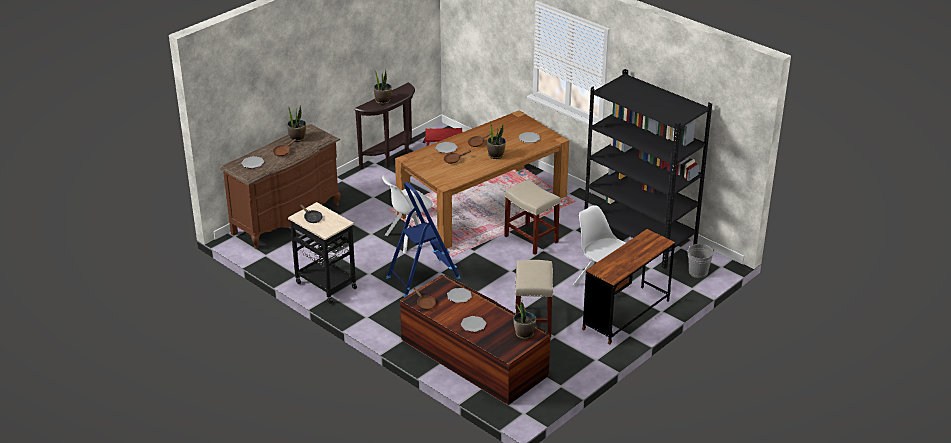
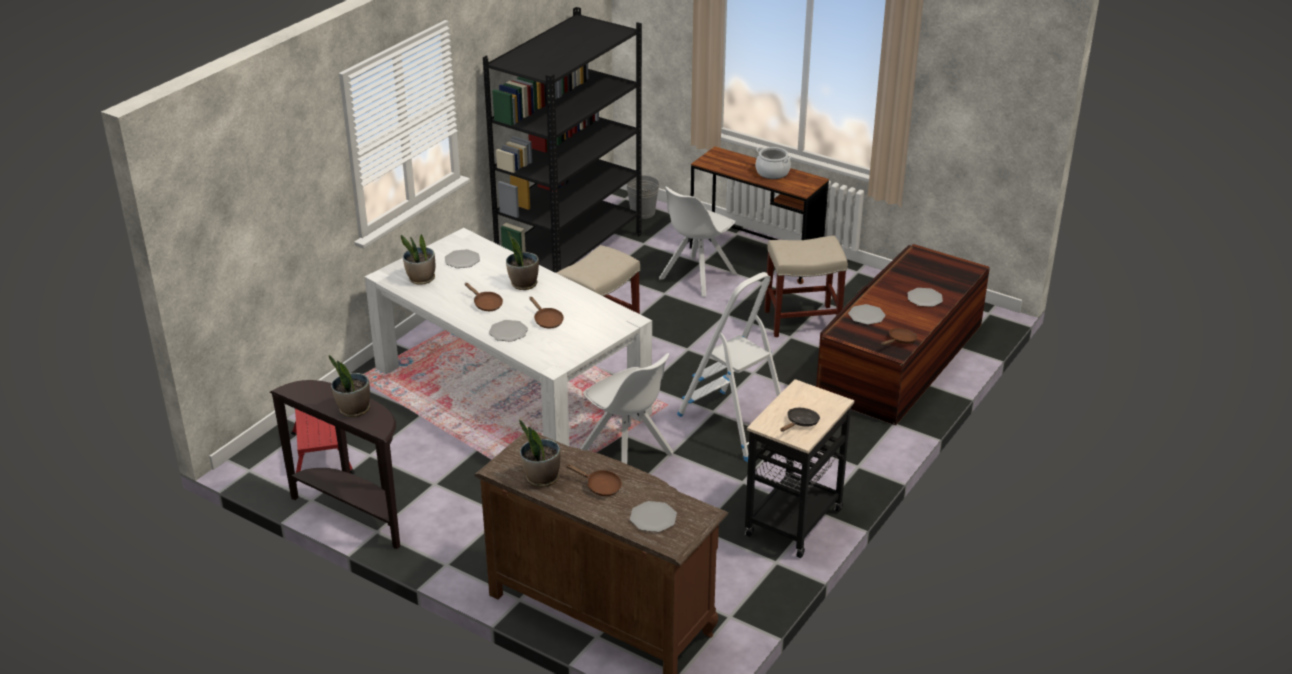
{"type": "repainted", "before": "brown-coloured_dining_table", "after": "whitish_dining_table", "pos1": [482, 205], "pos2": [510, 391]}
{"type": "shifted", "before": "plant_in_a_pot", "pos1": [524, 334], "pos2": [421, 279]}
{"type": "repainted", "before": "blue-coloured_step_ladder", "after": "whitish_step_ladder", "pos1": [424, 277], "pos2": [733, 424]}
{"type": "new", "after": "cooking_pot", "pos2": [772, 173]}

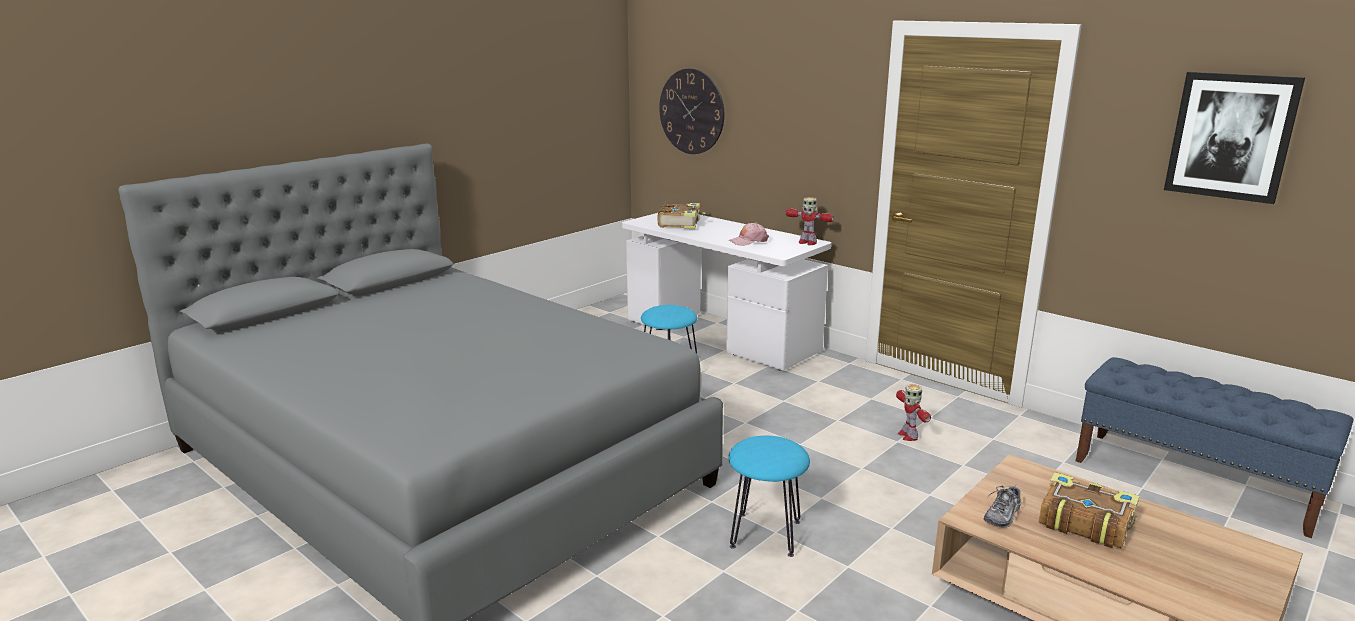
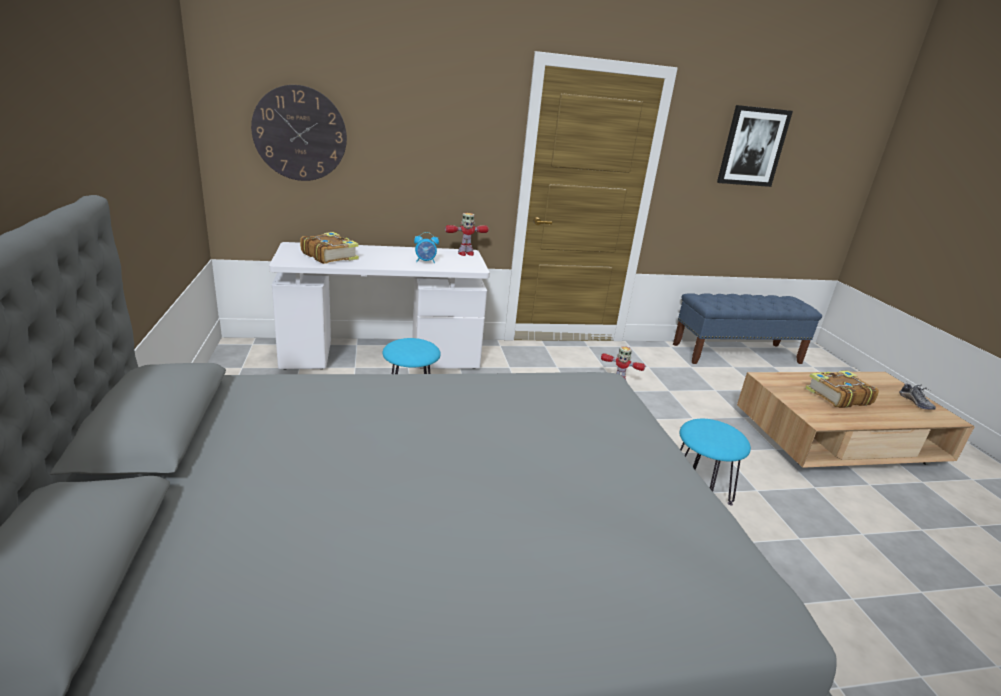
{"type": "swapped", "before": "pink_baseball_cap", "after": "alarm_clock", "pos1": [748, 241], "pos2": [425, 261]}
{"type": "shifted", "before": "shoe", "pos1": [1002, 515], "pos2": [915, 402]}

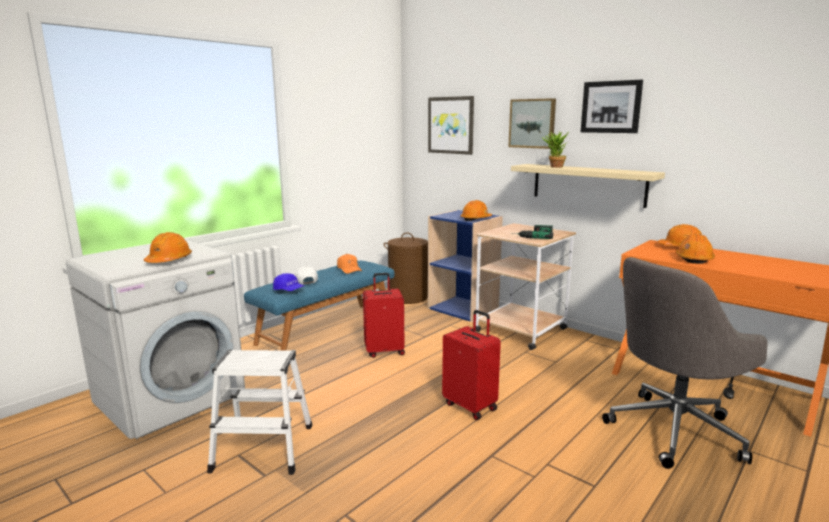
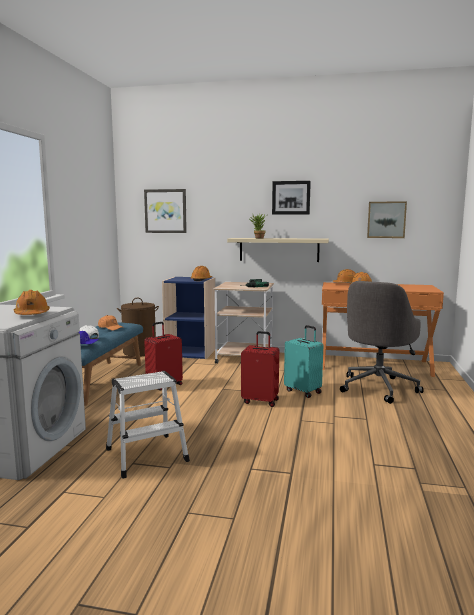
{"type": "new", "after": "blue-green_piece_of_luggage", "pos2": [303, 391]}
{"type": "shifted", "before": "wall_art", "pos1": [532, 123], "pos2": [386, 219]}

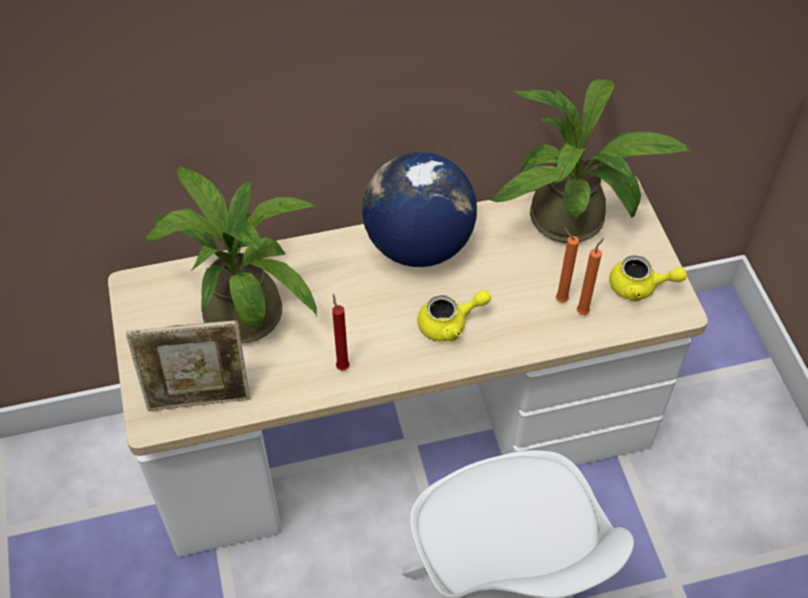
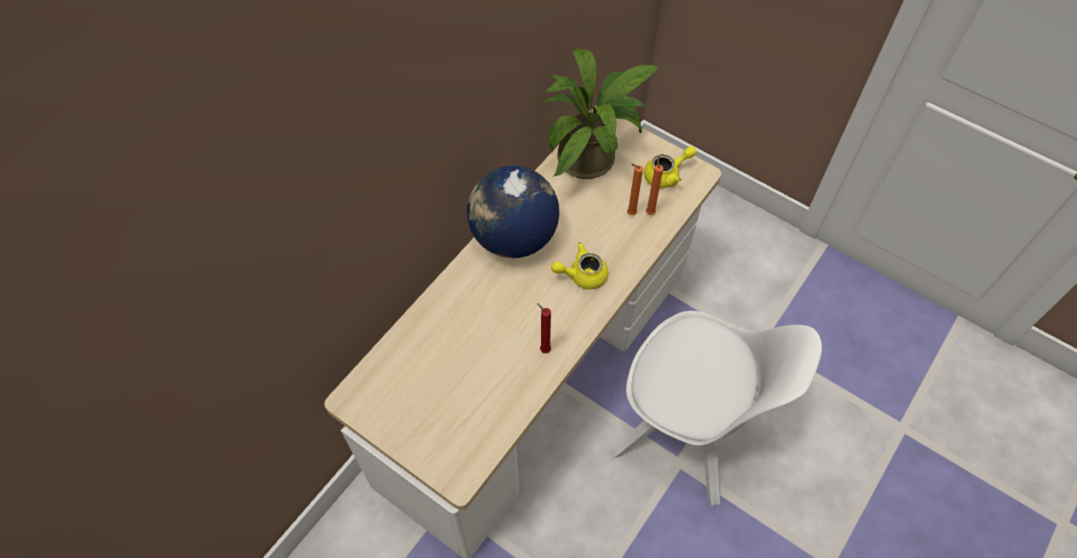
{"type": "rotated", "before": "yellow-coloured_pot_for_tea", "pos1": [450, 324], "pos2": [582, 275], "turn": -135}
{"type": "gone", "before": "picture_frame", "pos1": [200, 399]}
{"type": "gone", "before": "plant_in_a_pot", "pos1": [241, 306]}

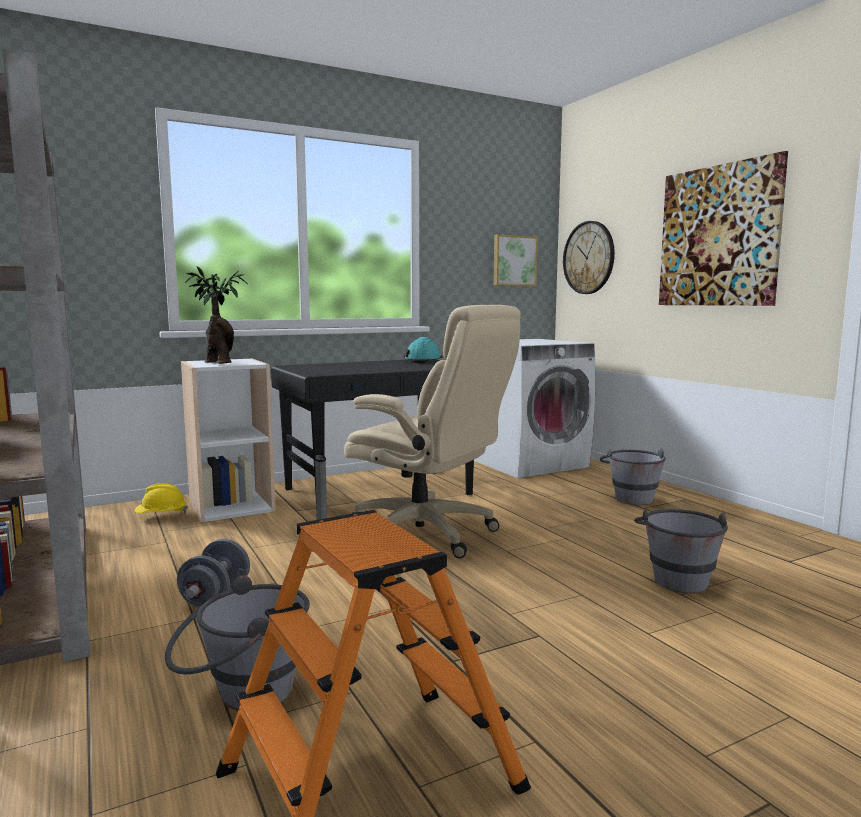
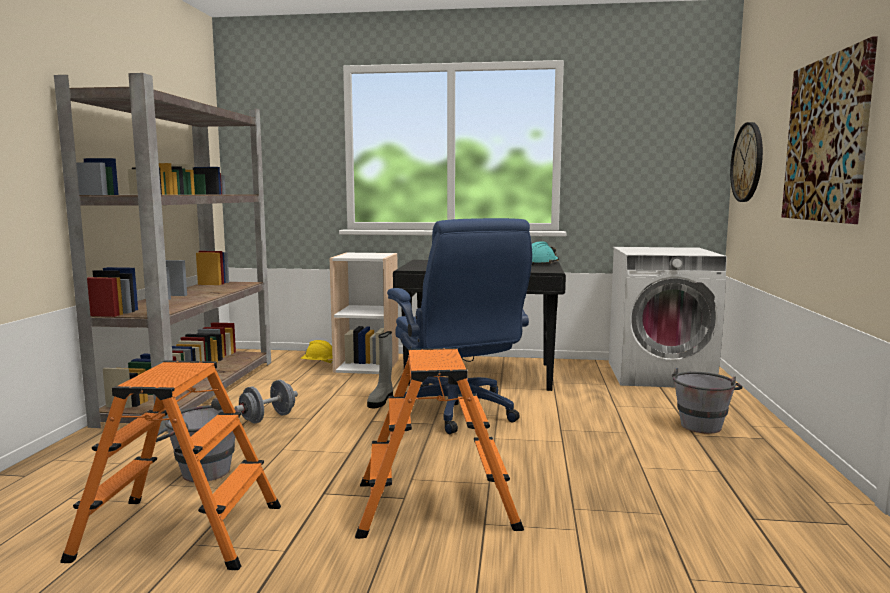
{"type": "new", "after": "orange-coloured_step_ladder", "pos2": [436, 505]}
{"type": "repainted", "before": "beige_desk_chair", "after": "blue-coloured_desk_chair", "pos1": [430, 536], "pos2": [458, 414]}
{"type": "gone", "before": "plant_in_a_pot", "pos1": [218, 363]}
{"type": "gone", "before": "wall_art", "pos1": [514, 260]}
{"type": "gone", "before": "greyish_pail", "pos1": [677, 577]}

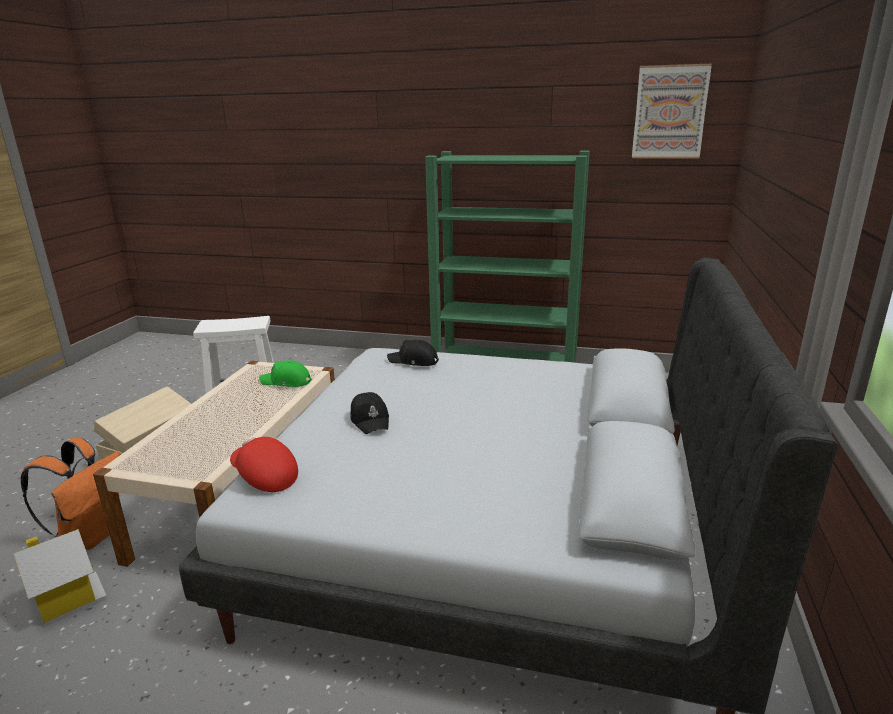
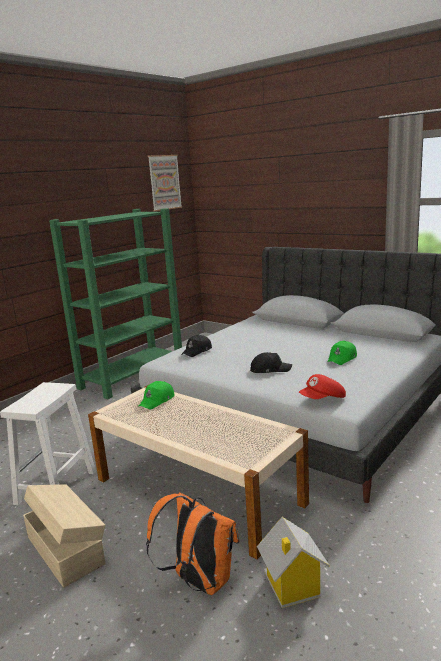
{"type": "new", "after": "greenish_baseball_cap", "pos2": [342, 358]}

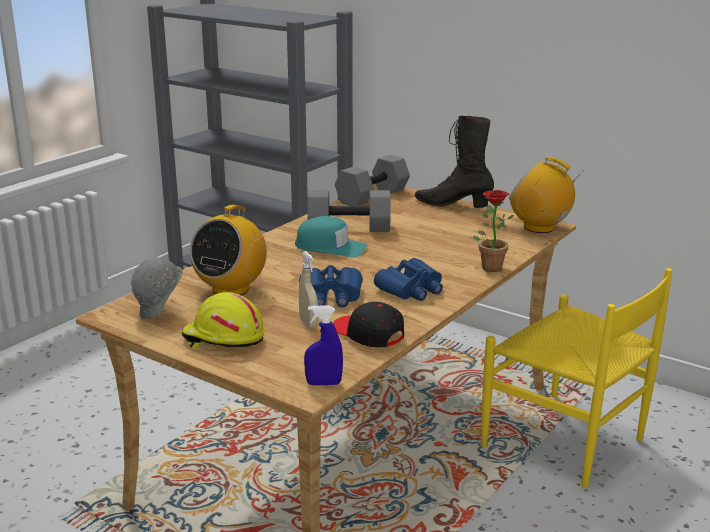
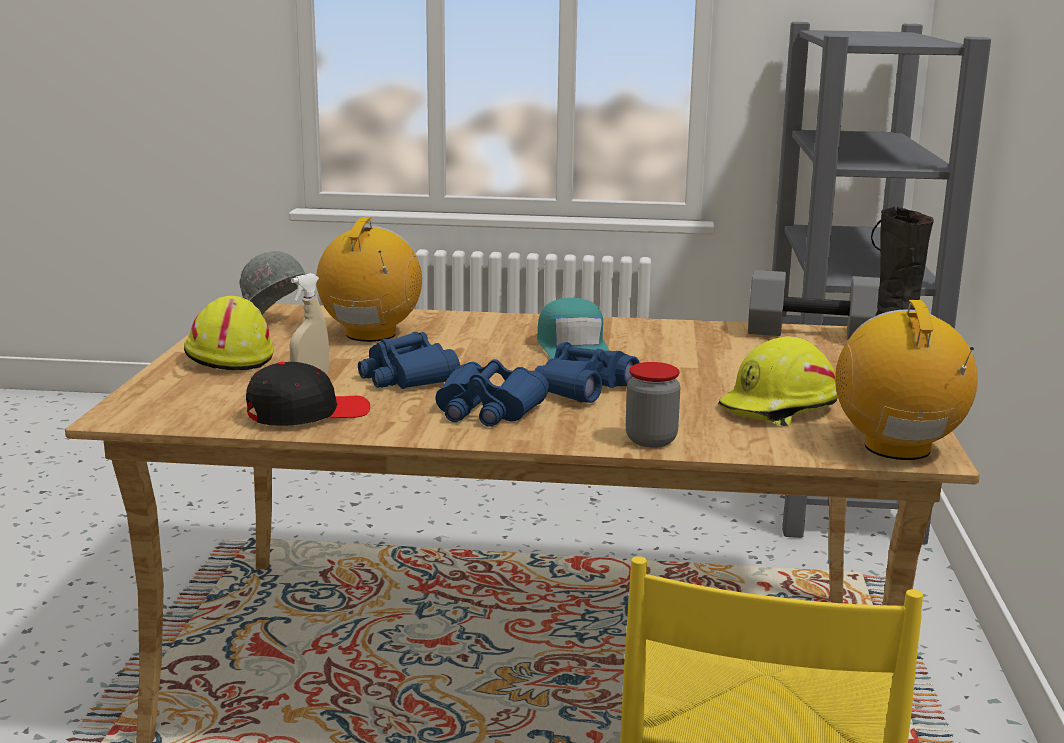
{"type": "rotated", "before": "black-coloured_baseball_cap", "pos1": [368, 334], "pos2": [307, 414], "turn": 45}
{"type": "rotated", "before": "radio", "pos1": [230, 289], "pos2": [371, 334], "turn": 105}
{"type": "new", "after": "blue-coloured_binoculars", "pos2": [583, 388]}
{"type": "swapped", "before": "plant_in_a_pot", "after": "jar", "pos1": [489, 266], "pos2": [651, 440]}
{"type": "new", "after": "yellow-coloured_safety_helmet", "pos2": [780, 409]}
{"type": "gone", "before": "blue-coloured_hand_sprayer", "pos1": [323, 383]}
{"type": "gone", "before": "greyish_dumbbell", "pos1": [348, 228]}

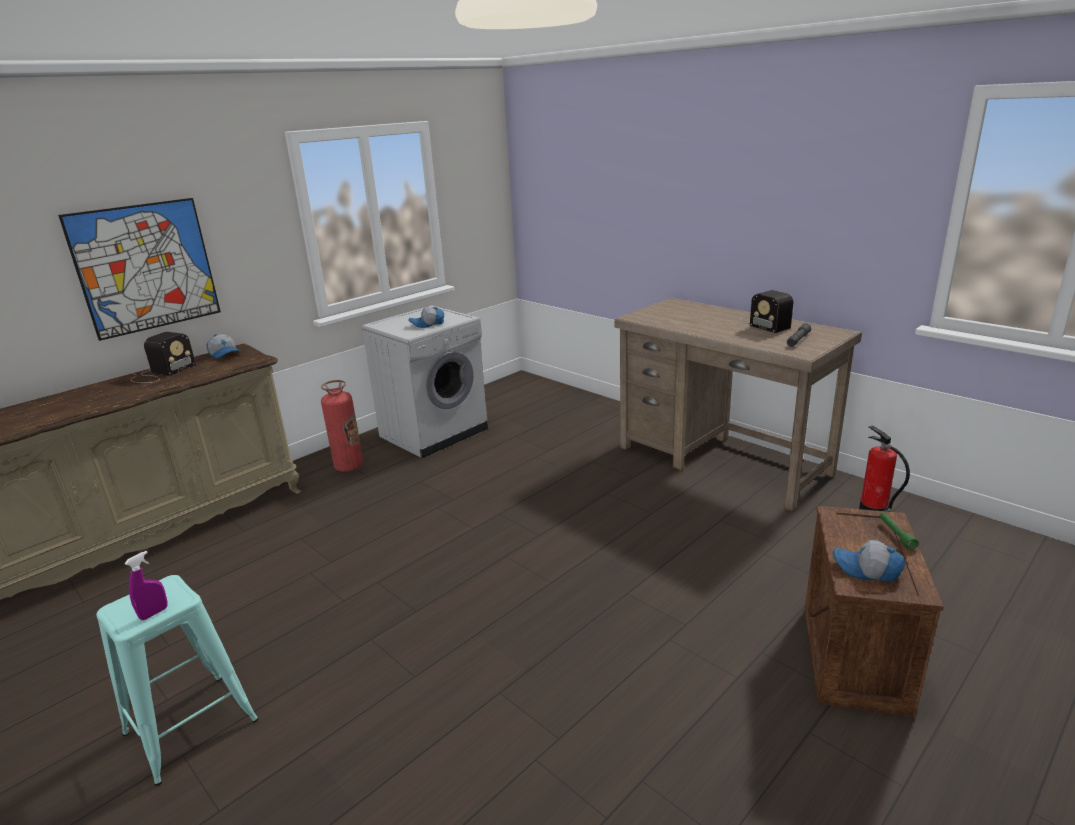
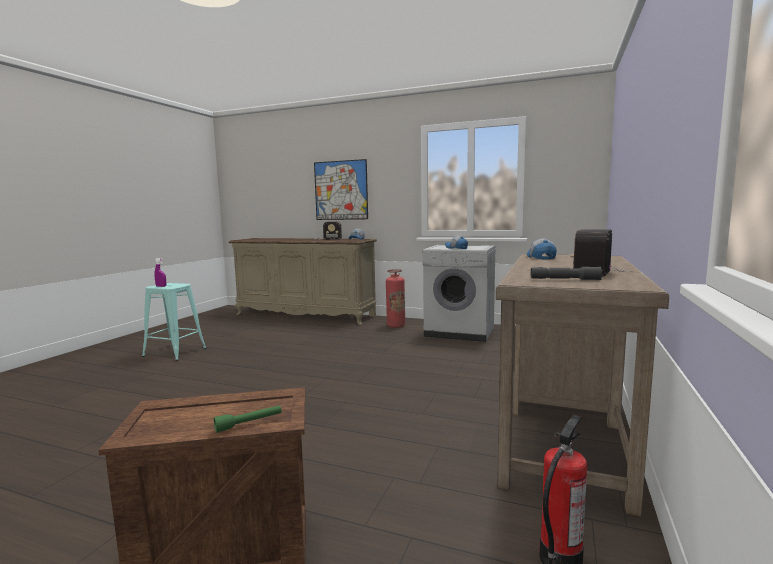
{"type": "shifted", "before": "baseball_cap", "pos1": [867, 570], "pos2": [540, 257]}

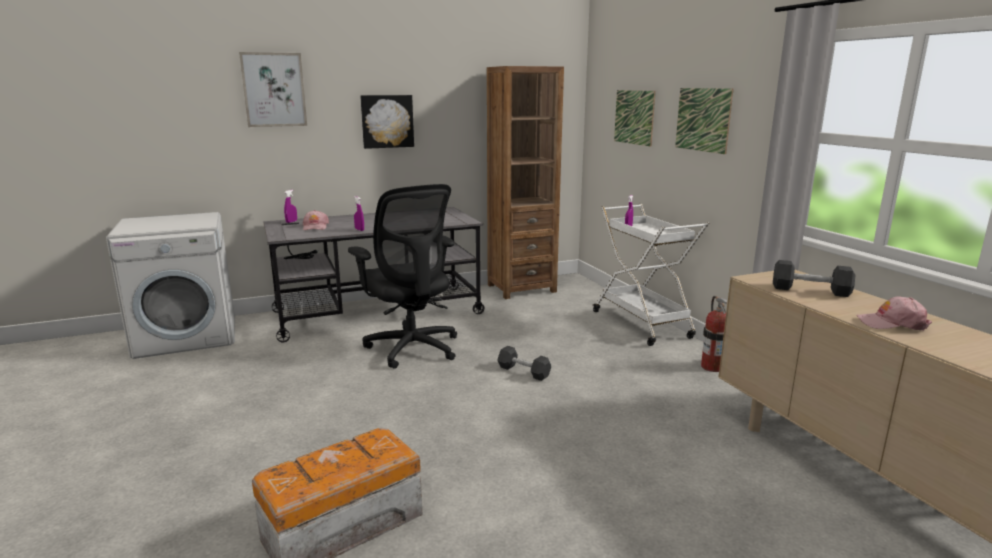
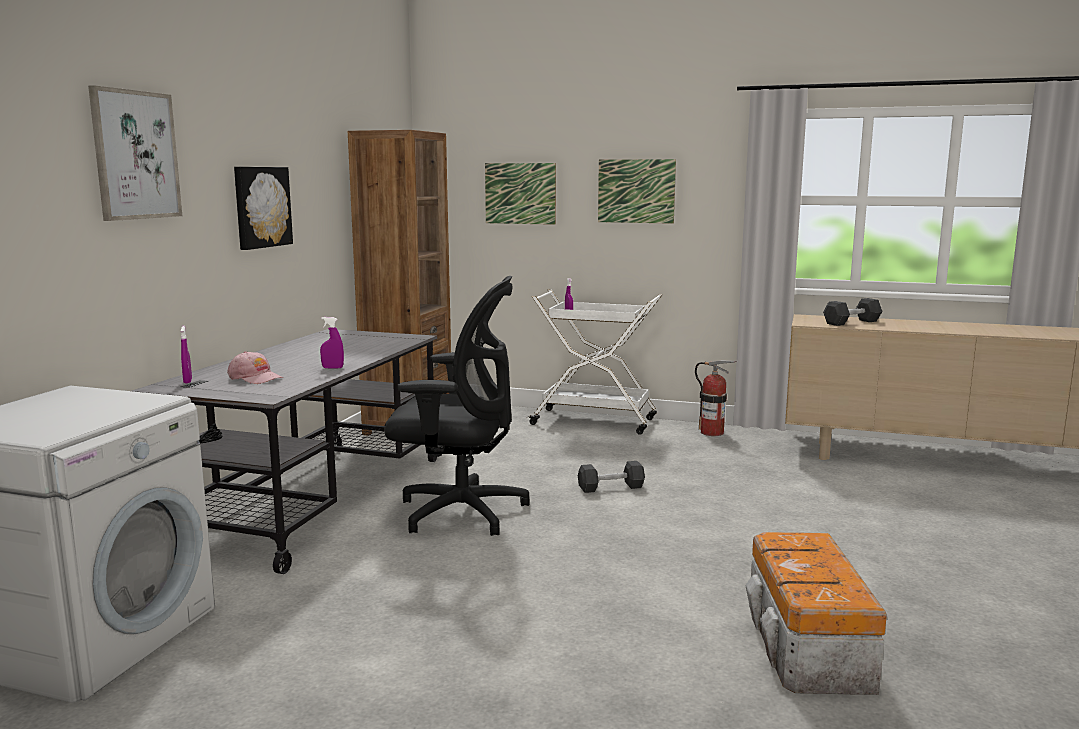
{"type": "gone", "before": "pink_baseball_cap", "pos1": [892, 323]}

